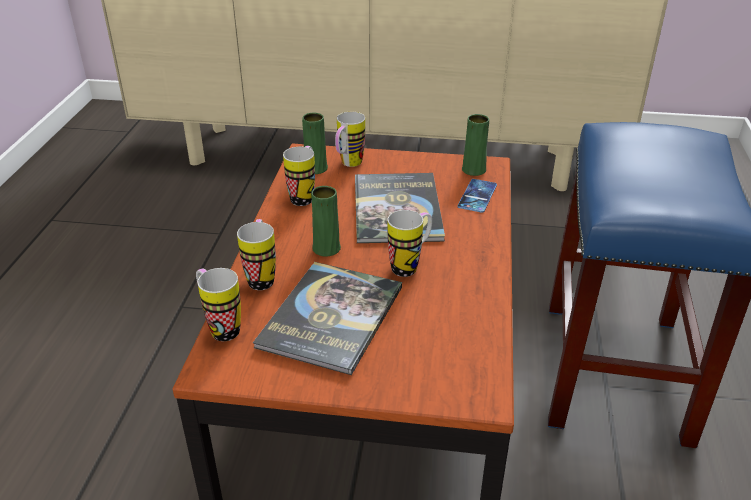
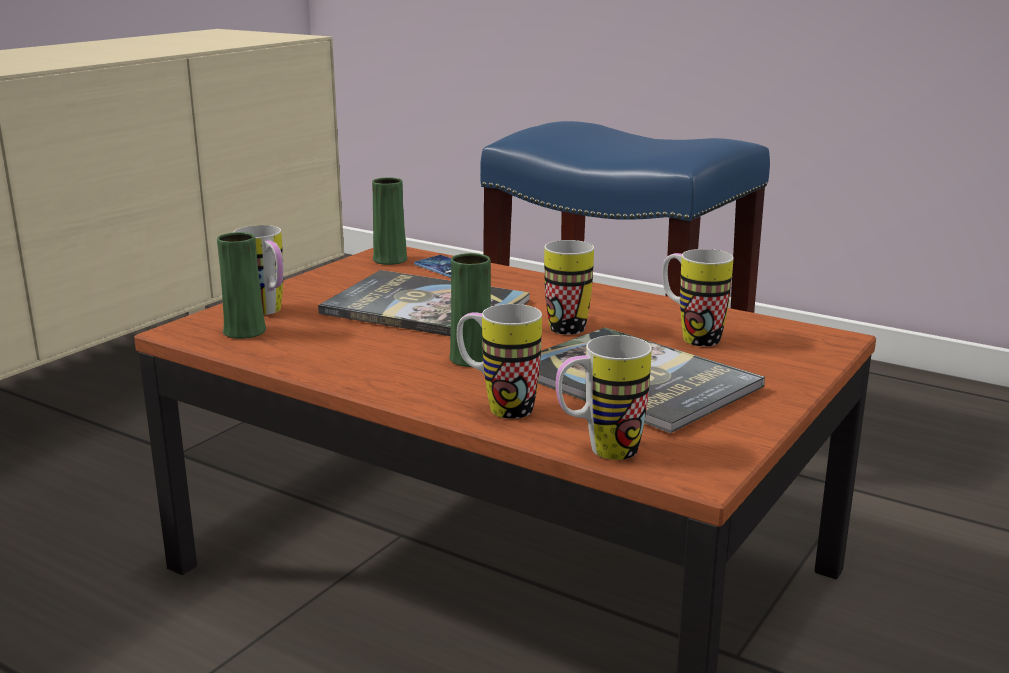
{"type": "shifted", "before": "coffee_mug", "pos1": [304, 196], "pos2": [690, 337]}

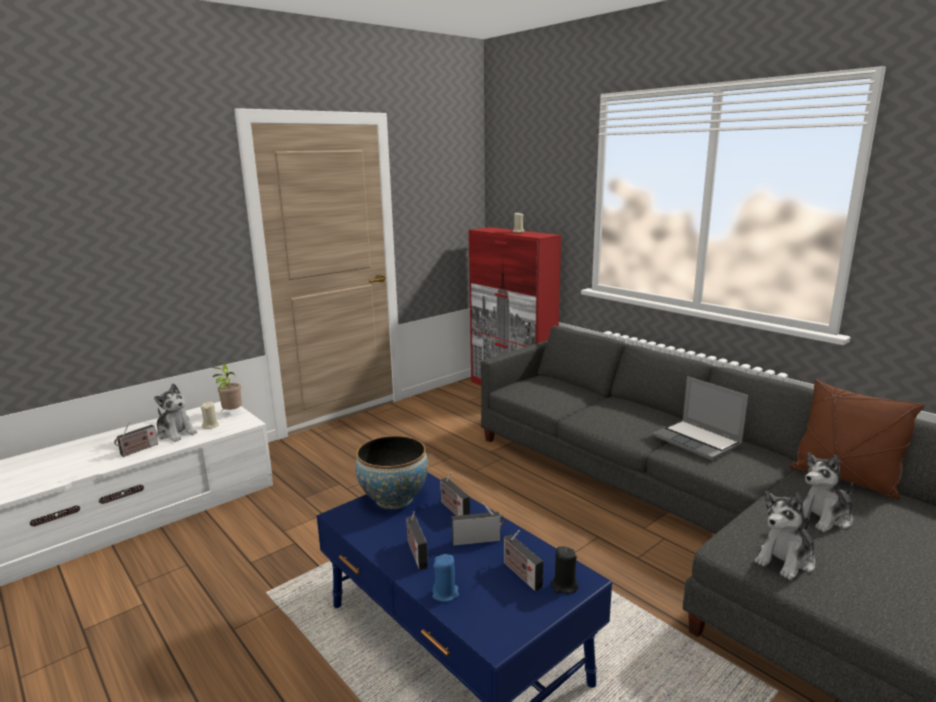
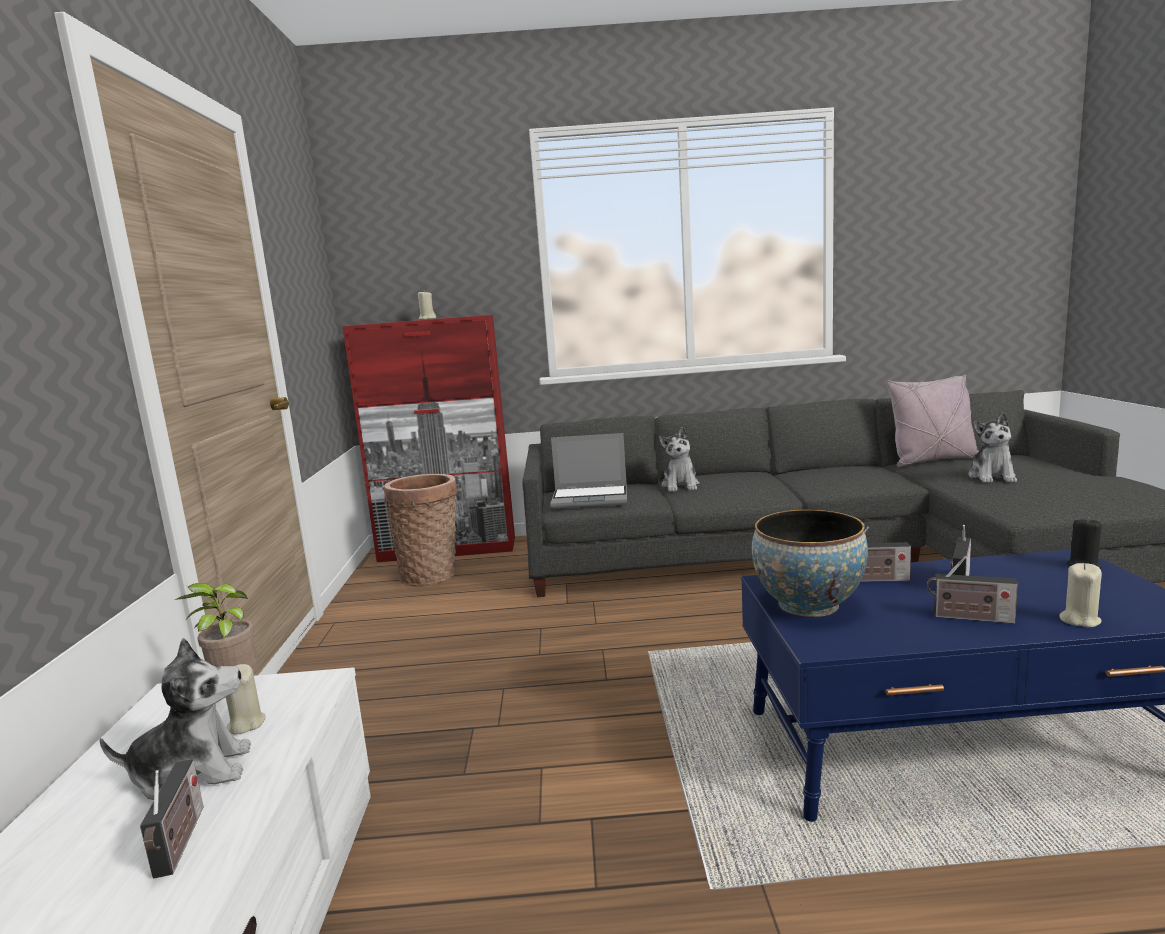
{"type": "new", "after": "household_basket", "pos2": [431, 574]}
{"type": "shifted", "before": "notebook_computer", "pos1": [698, 441], "pos2": [591, 498]}
{"type": "shifted", "before": "soft_toy", "pos1": [786, 560], "pos2": [680, 485]}
{"type": "repainted", "before": "brown-coloured_pillow", "after": "purplish_pillow", "pos1": [844, 479], "pos2": [932, 460]}
{"type": "repainted", "before": "blue-coloured_candle", "after": "beige_candle", "pos1": [445, 593], "pos2": [1079, 620]}
{"type": "gone", "before": "radio", "pos1": [520, 574]}

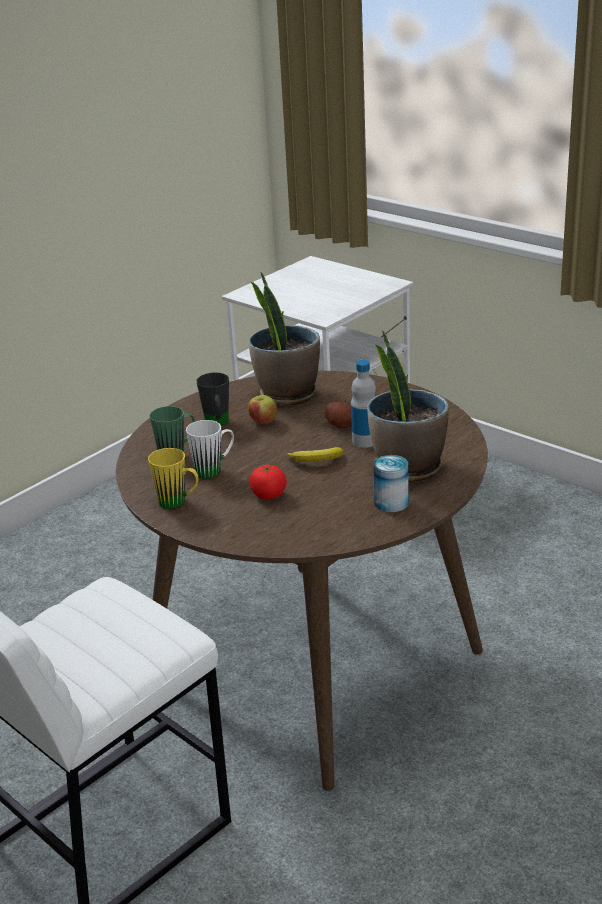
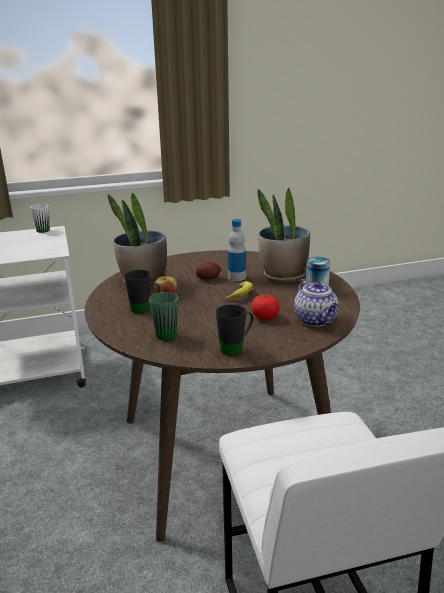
{"type": "shifted", "before": "whitish_coffee_mug", "pos1": [214, 470], "pos2": [44, 229]}
{"type": "repainted", "before": "yellow-coloured_coffee_mug", "after": "black-coloured_coffee_mug", "pos1": [178, 503], "pos2": [236, 348]}
{"type": "new", "after": "pot_for_tea", "pos2": [316, 320]}

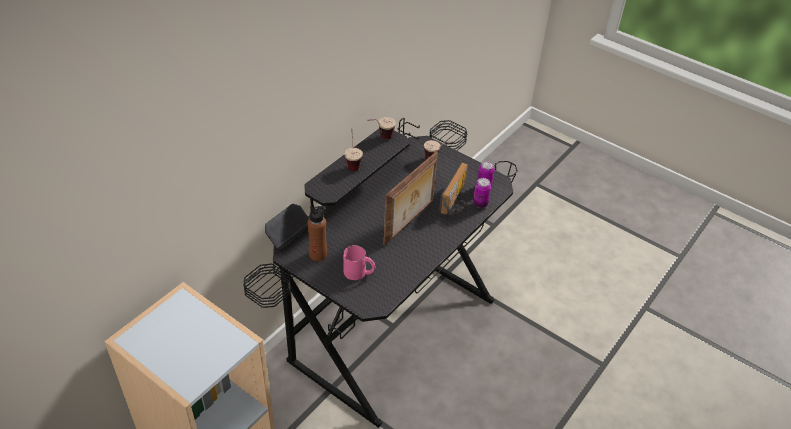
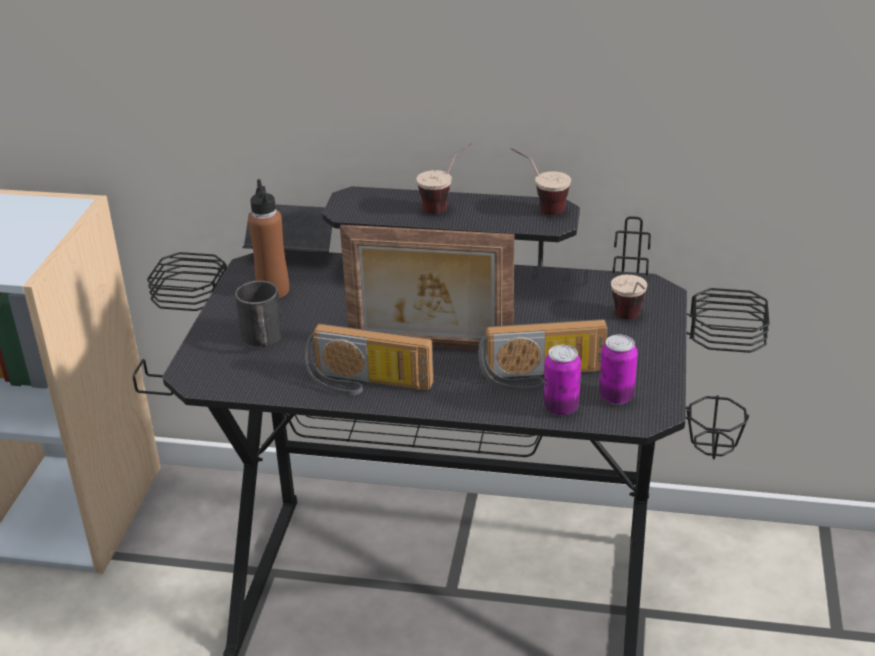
{"type": "repainted", "before": "pink_coffee_mug", "after": "black-coloured_coffee_mug", "pos1": [359, 272], "pos2": [262, 339]}
{"type": "new", "after": "radio", "pos2": [367, 384]}

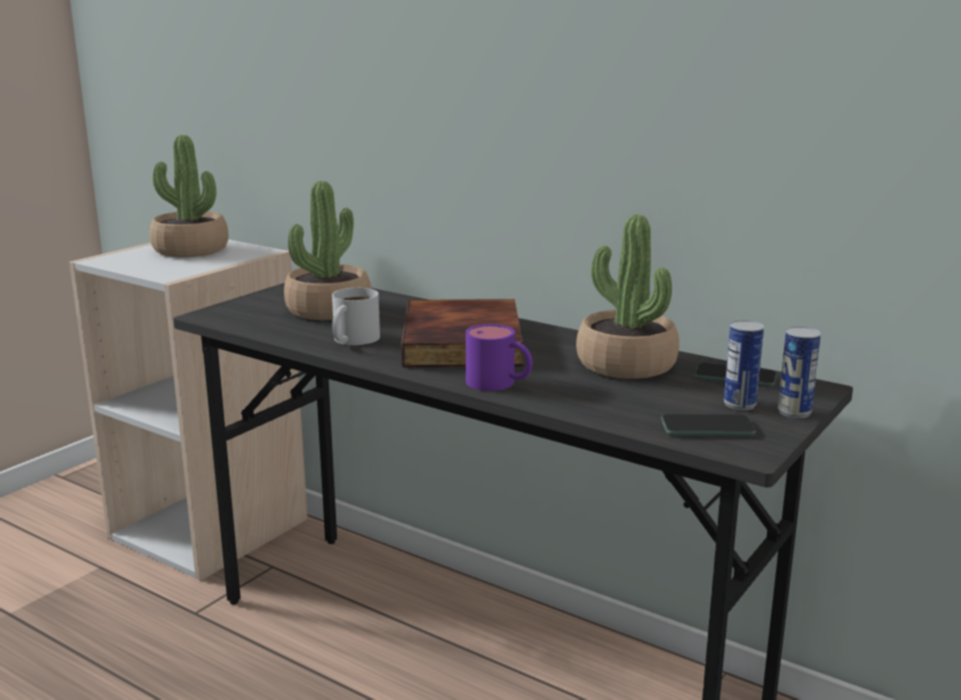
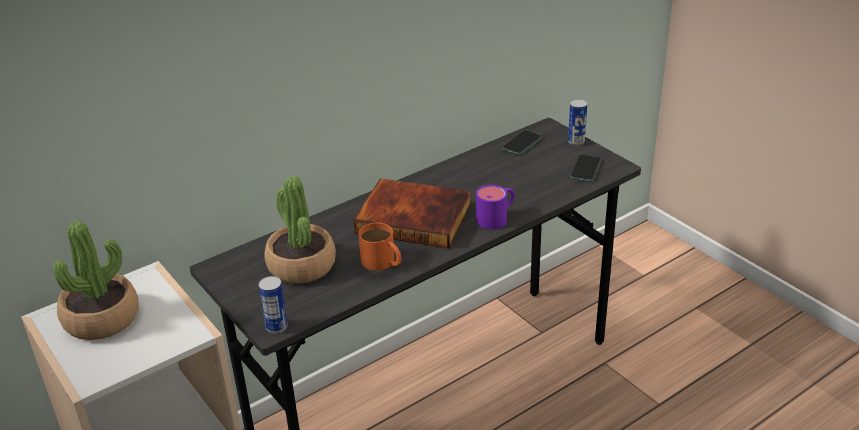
{"type": "shifted", "before": "metal_can", "pos1": [739, 404], "pos2": [276, 327]}
{"type": "repainted", "before": "whitish_coffee_mug", "after": "orange-coloured_coffee_mug", "pos1": [352, 340], "pos2": [383, 262]}
{"type": "gone", "before": "plant_in_a_pot", "pos1": [626, 364]}

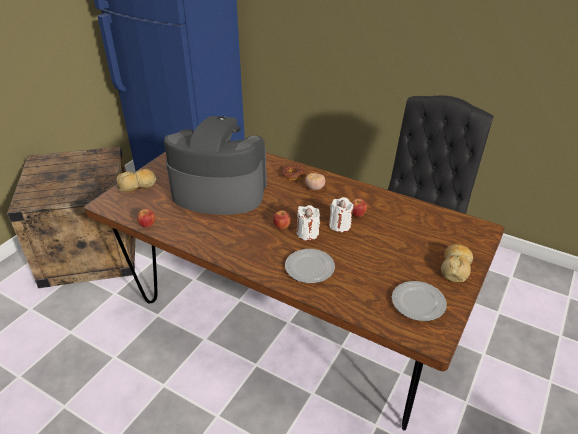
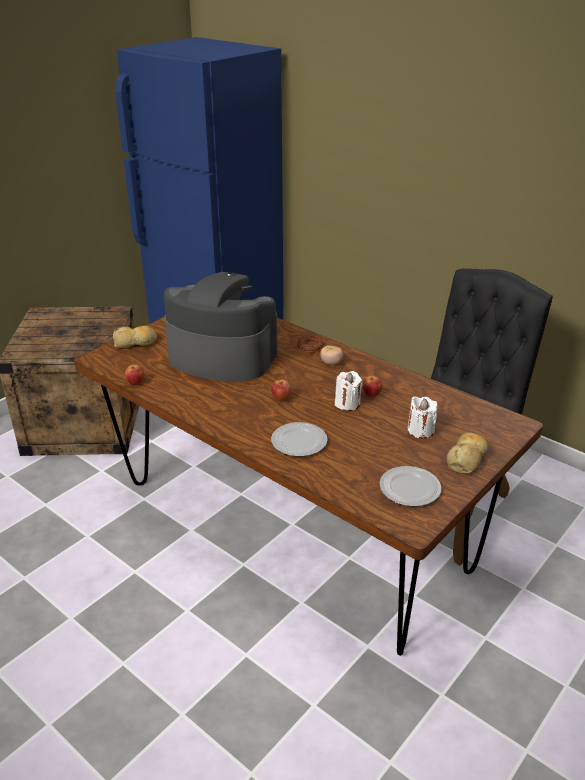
{"type": "shifted", "before": "whitish_candle", "pos1": [307, 233], "pos2": [420, 430]}

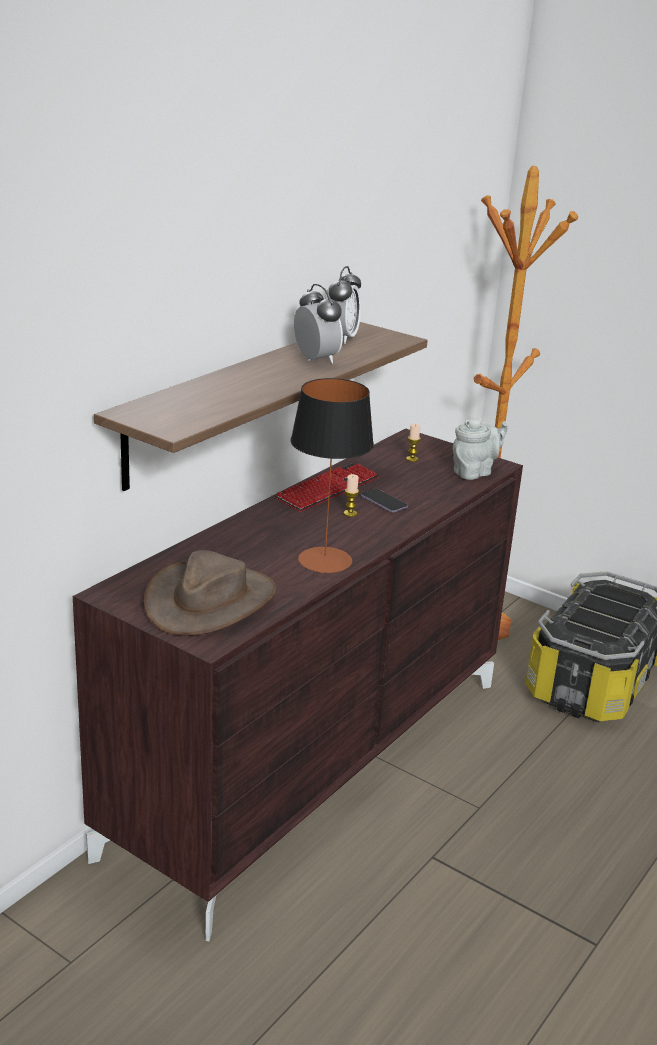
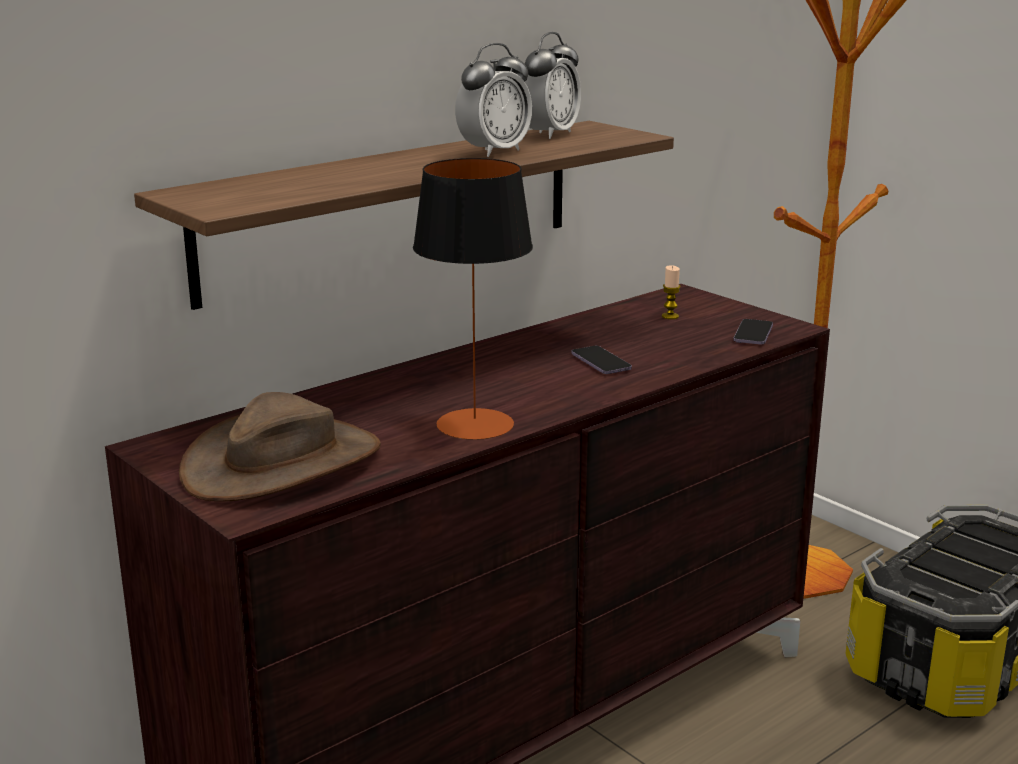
{"type": "rotated", "before": "alarm_clock", "pos1": [316, 360], "pos2": [494, 152], "turn": 60}
{"type": "swapped", "before": "greyish_pot_for_tea", "after": "telephone", "pos1": [475, 472], "pos2": [753, 334]}
{"type": "gone", "before": "keyboard", "pos1": [327, 489]}
{"type": "gone", "before": "candle", "pos1": [350, 513]}

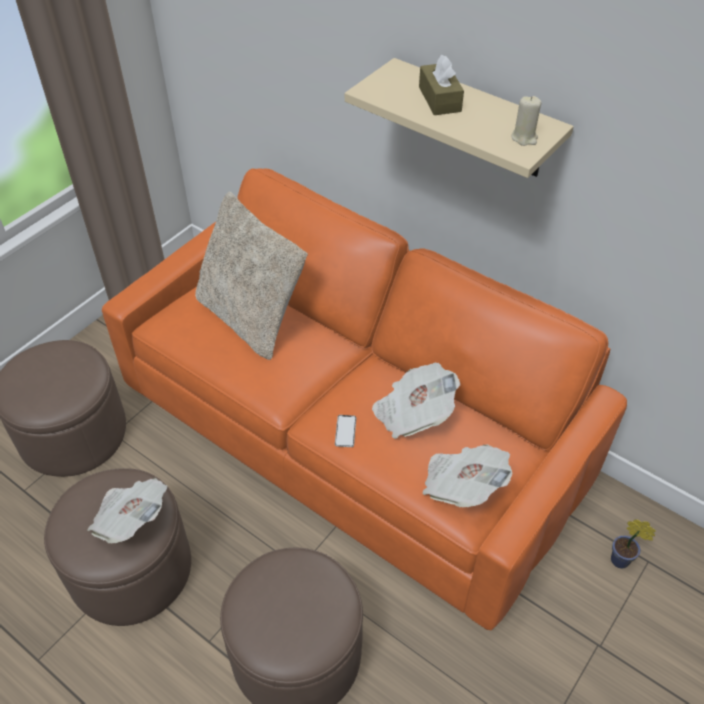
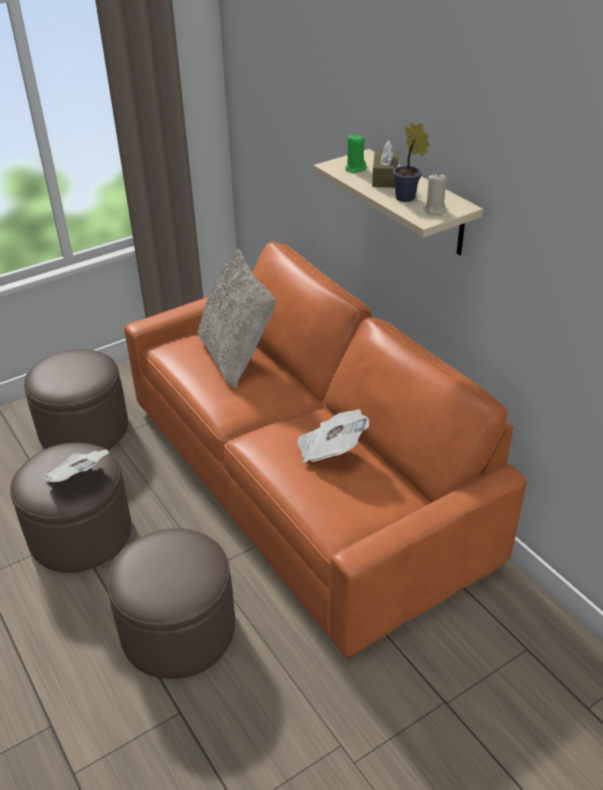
{"type": "new", "after": "greenish_candle", "pos2": [355, 169]}
{"type": "shifted", "before": "plant_in_a_pot", "pos1": [622, 561], "pos2": [407, 199]}
{"type": "gone", "before": "telephone", "pos1": [345, 431]}
{"type": "gone", "before": "daily_paper", "pos1": [462, 485]}

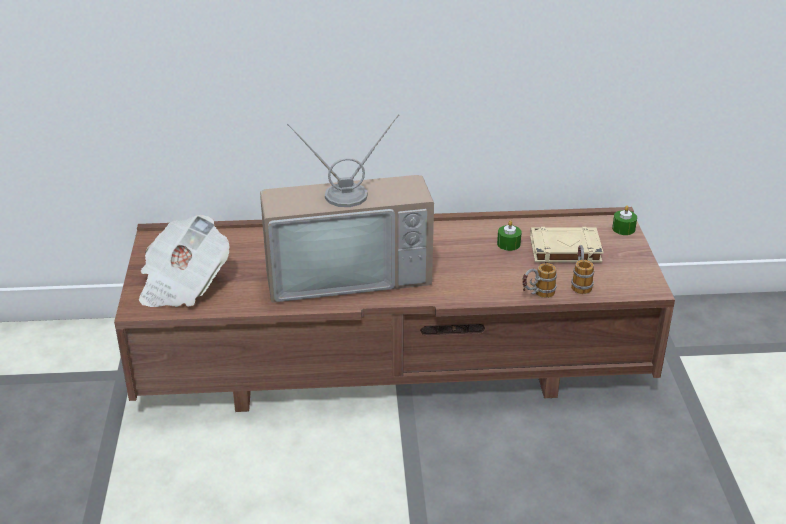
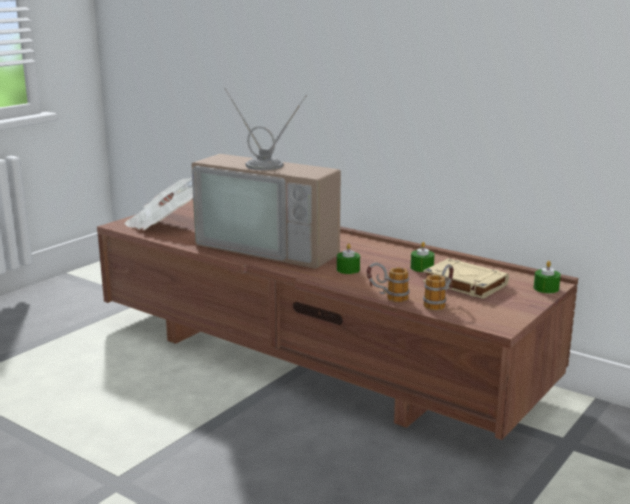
{"type": "new", "after": "greenish_candle", "pos2": [348, 269]}

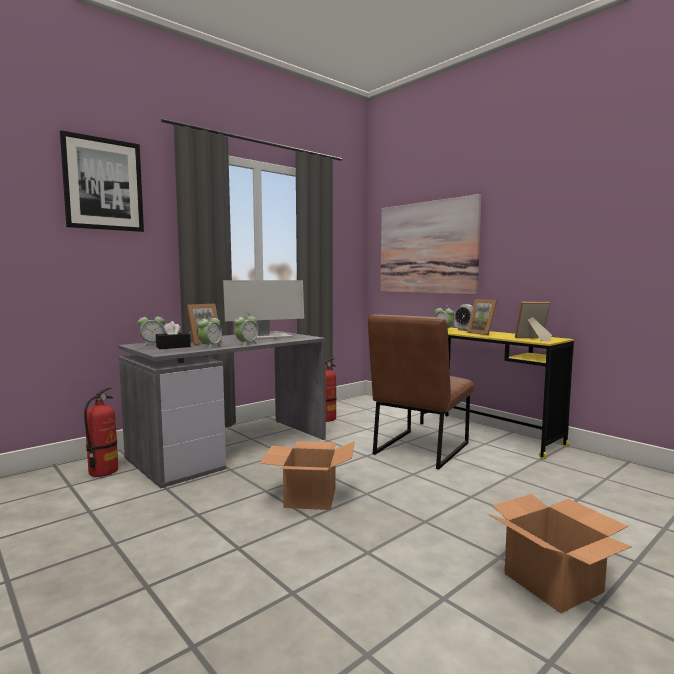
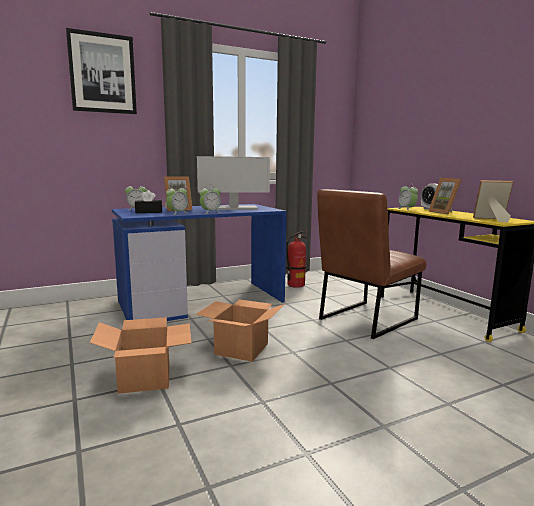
{"type": "shifted", "before": "carton", "pos1": [551, 582], "pos2": [144, 377]}
{"type": "repainted", "before": "greyish_desk", "after": "blue-coloured_desk", "pos1": [231, 447], "pos2": [202, 301]}
{"type": "gone", "before": "extinguisher", "pos1": [103, 472]}
{"type": "gone", "before": "wall_art", "pos1": [427, 248]}

